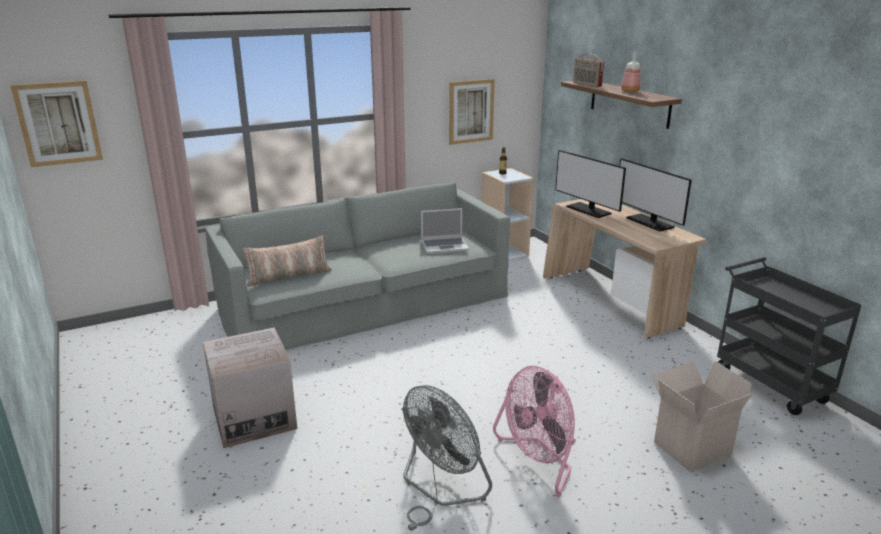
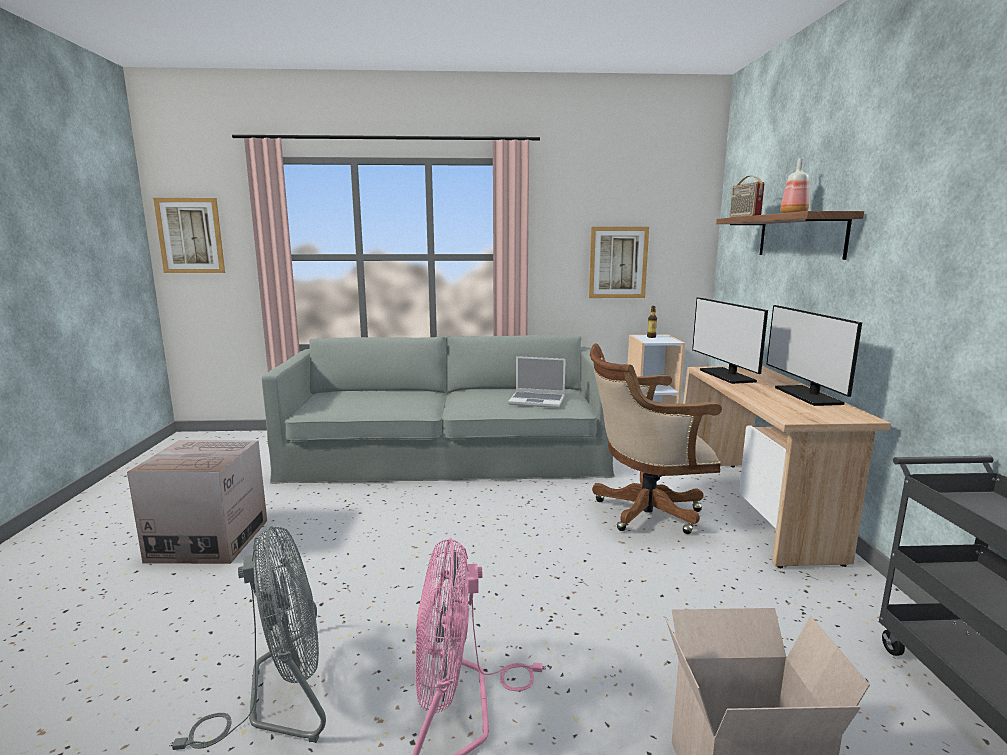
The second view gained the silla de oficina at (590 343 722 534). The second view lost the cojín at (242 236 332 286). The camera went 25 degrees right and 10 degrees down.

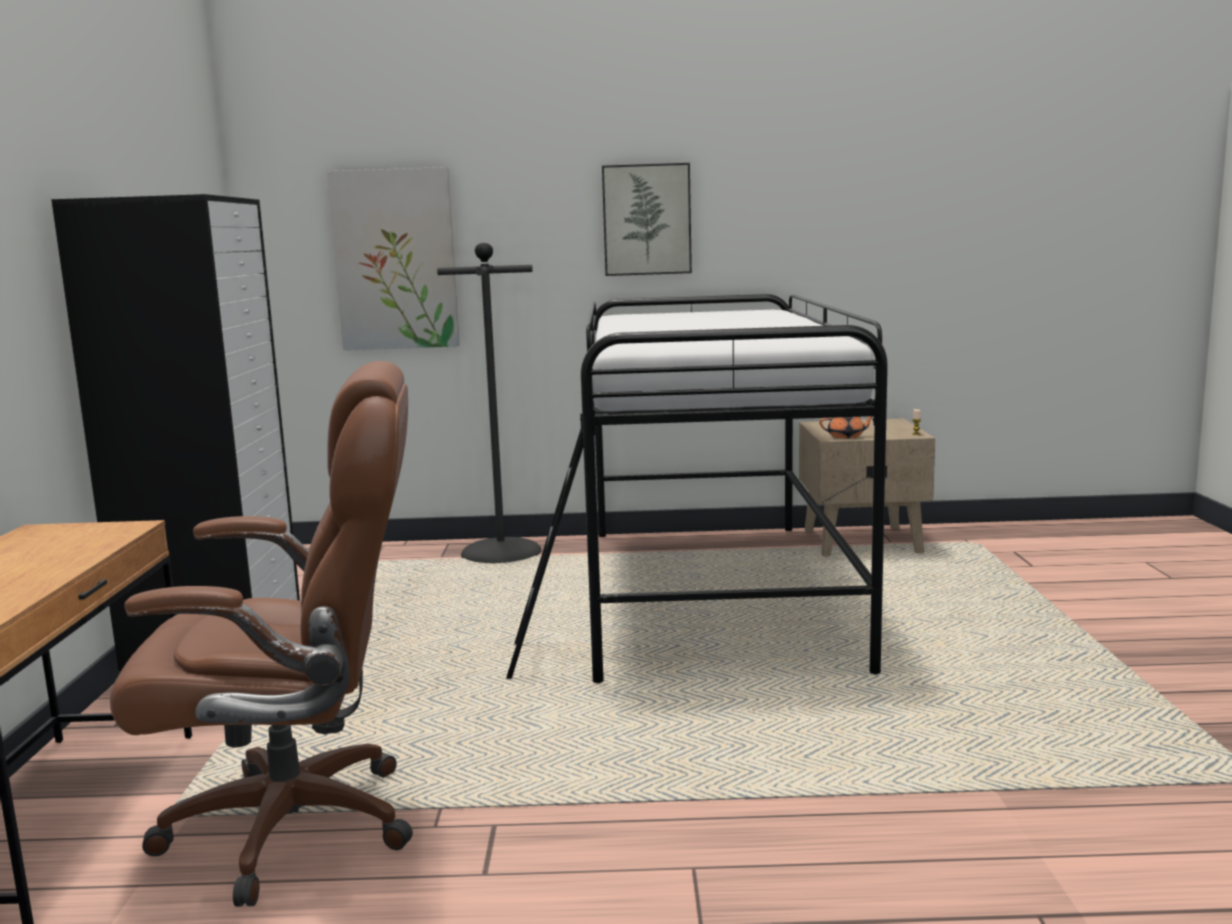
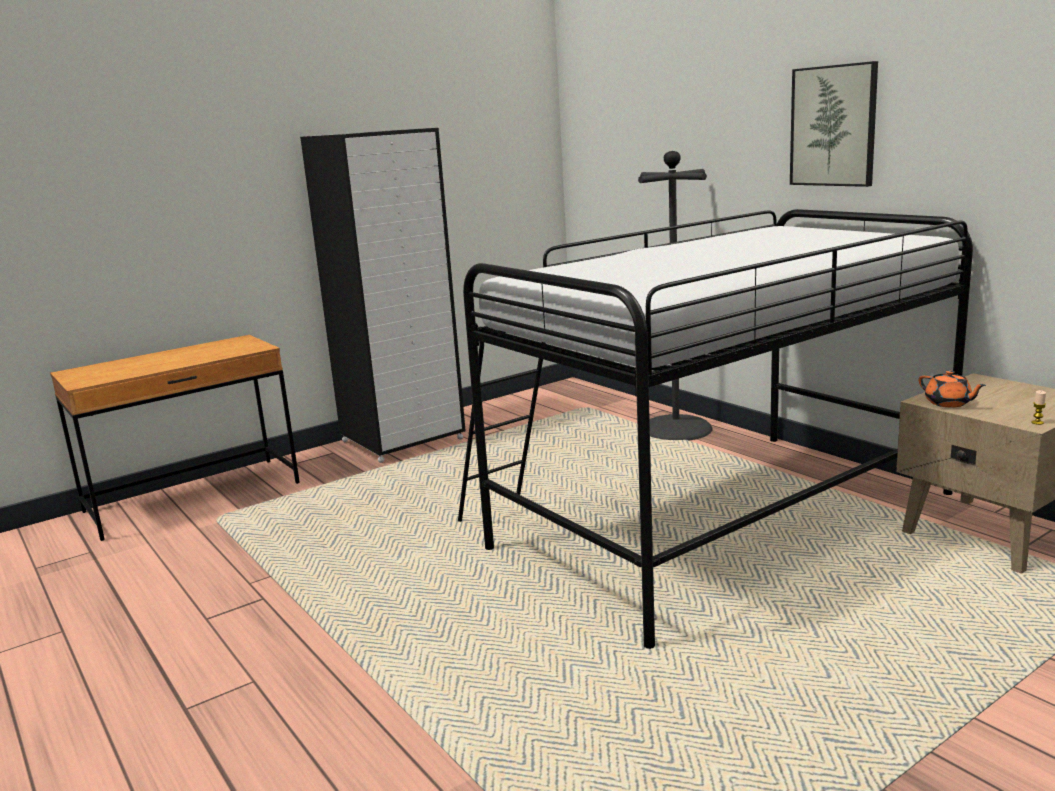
The second view lost the silla de oficina (marrón) at (110 361 413 907). The second view lost the cuadro at (327 167 460 350). The camera went 55 degrees right and 5 degrees up.

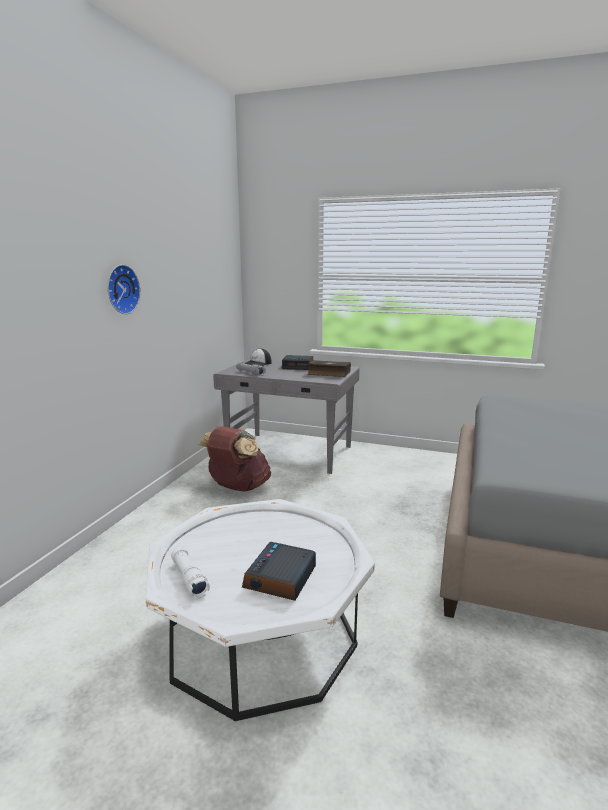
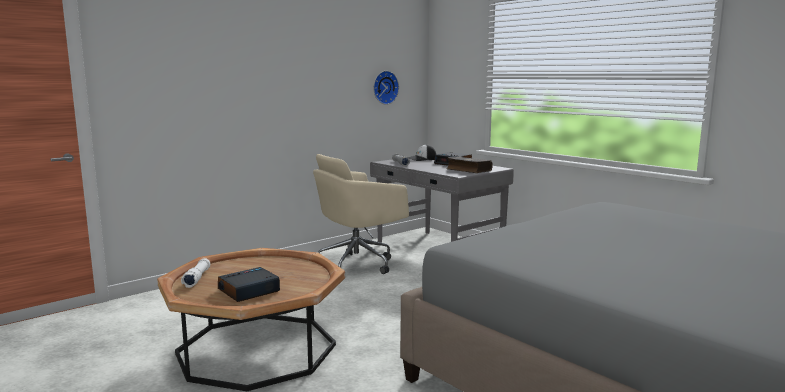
What was the mesa de centro (blanco) at (146 499 375 721) turned into the mesa de centro (marrón) at (157 248 345 391). Where the mochila (marrón) stood at (198 426 271 491), the silla de oficina (beis) came to stand at (313 154 409 274). The reloj de pared ended up elsewhere, having gone from (108 264 140 314) to (373 71 399 105). The camera went 30 degrees right and 5 degrees down.

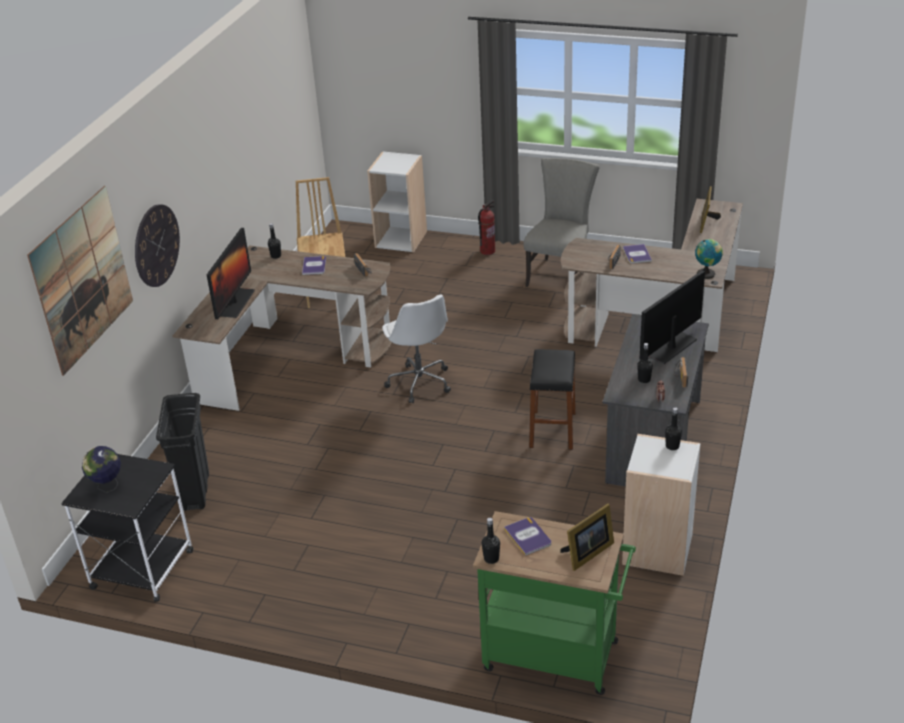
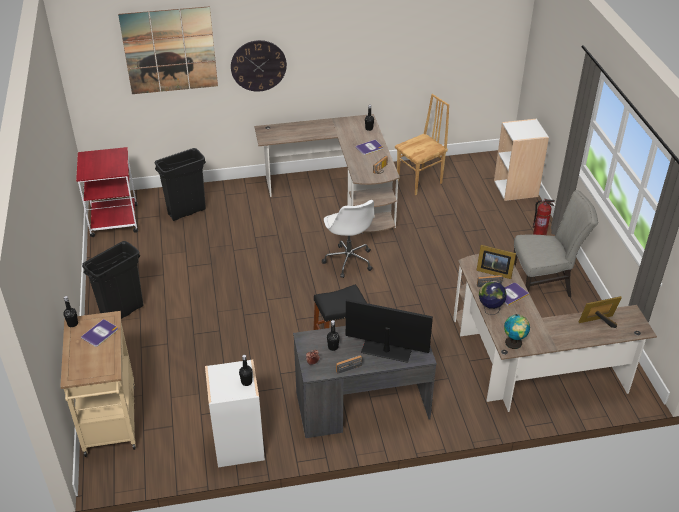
What was the carrito (verde) at (473 511 636 695) turned into the carrito (beis) at (60 311 136 457). What was the carrito (negro) at (61 454 193 602) turned into the carrito (rojo) at (76 147 138 237). The second view gained the papelera (negro) at (82 241 143 319). The silla de oficina (blanco) at (382 295 451 403) ended up facing another way, 60 degrees counterclockwise from before. The portarretratos ended up elsewhere, having gone from (560 504 614 571) to (476 245 516 279). The globo terráqueo ended up elsewhere, having gone from (82 446 121 493) to (479 281 507 315). The second view lost the monitor at (207 228 255 319). The camera went 60 degrees right and 5 degrees up.

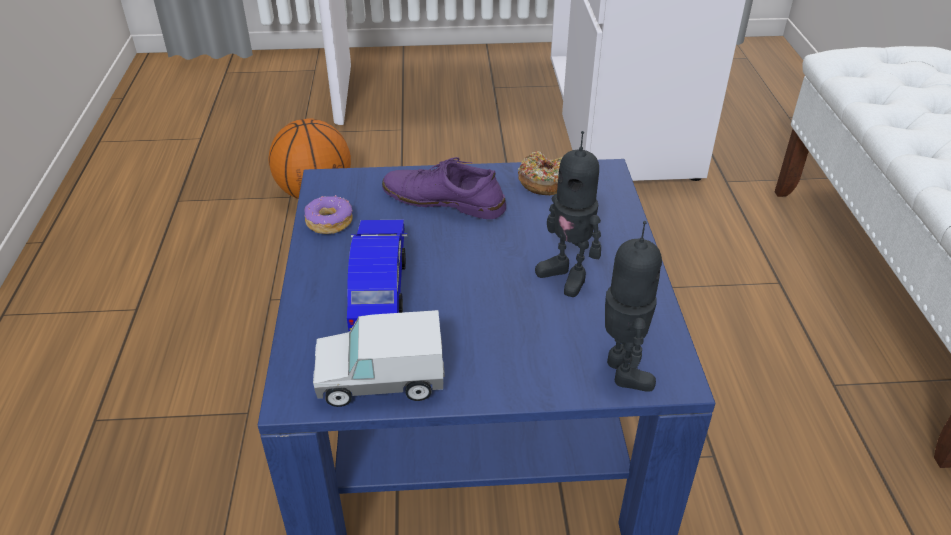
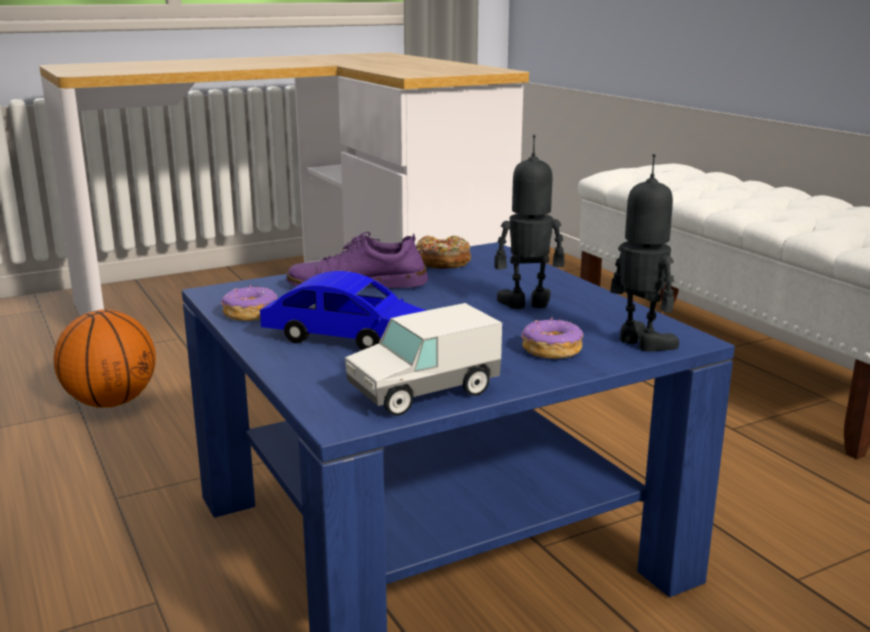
The coche de juguete (azul) at (347 220 408 331) ended up facing another way, 135 degrees clockwise from before. The robot de juguete at (535 131 601 297) ended up facing another way, 150 degrees clockwise from before. The second view gained the rosquilla at (521 317 584 359). The camera went 25 degrees left and 20 degrees down.

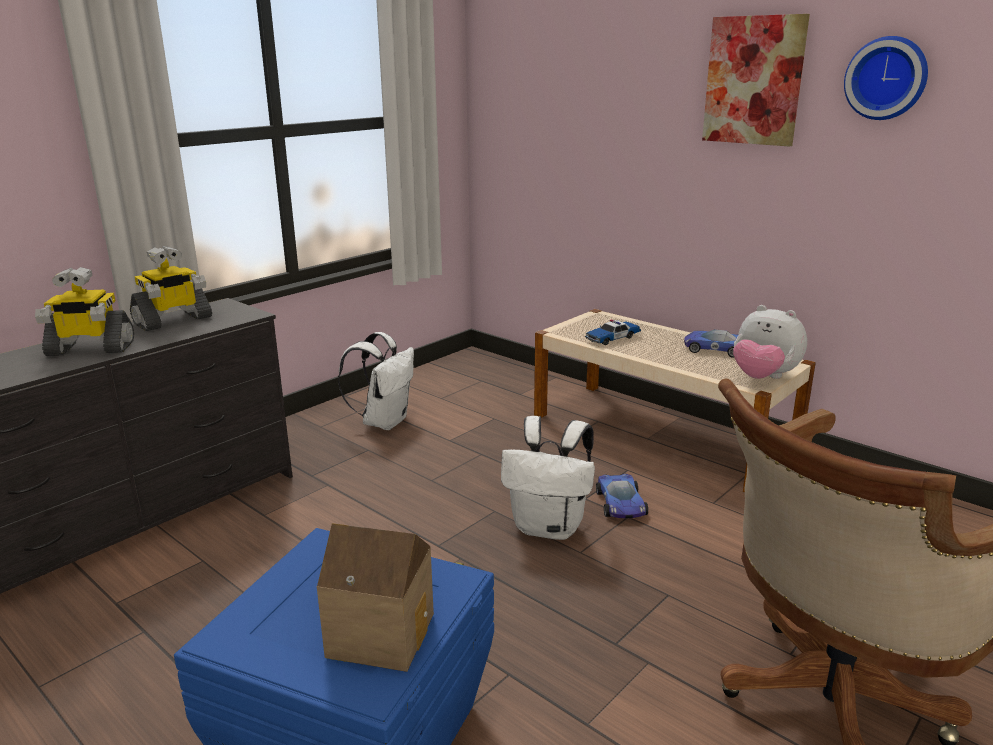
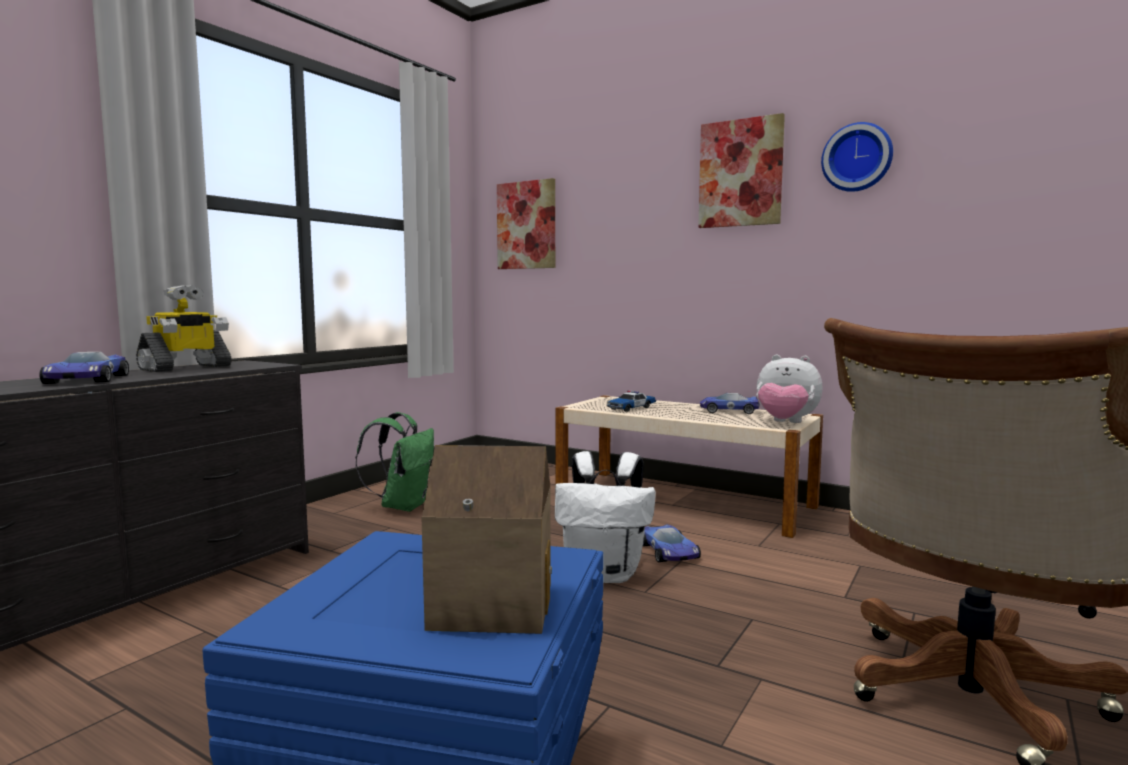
Where the robot de juguete stood at (35 267 134 356), the coche de juguete came to stand at (39 352 129 384). What was the mochila (blanco) at (338 332 414 430) turned into the mochila (verde) at (356 412 434 512). The second view gained the cuadro at (497 178 555 269). The camera went 10 degrees left and 15 degrees down.

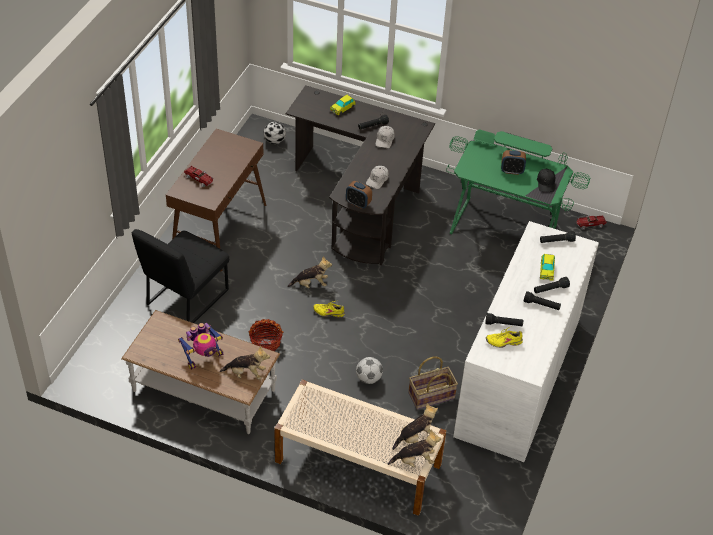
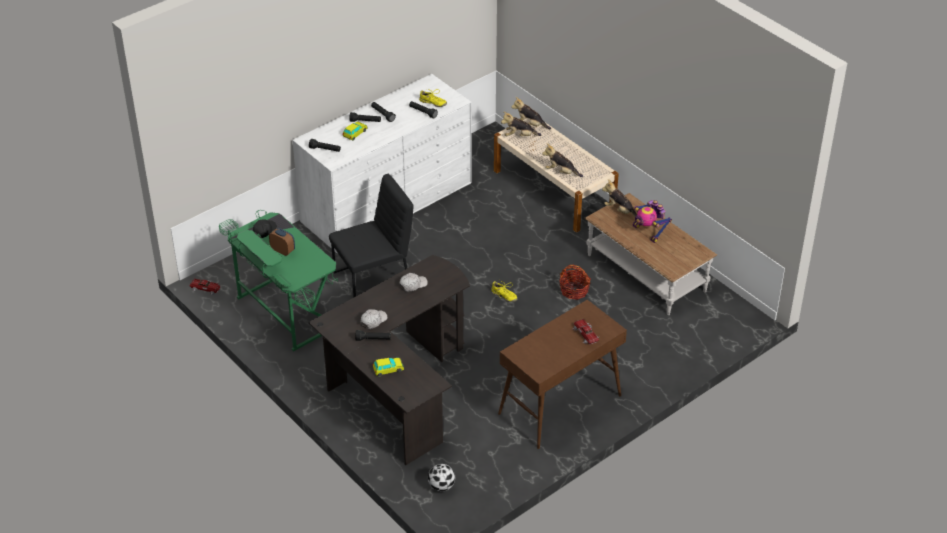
The silla (negro) ended up elsewhere, having gone from (132 229 229 323) to (329 173 414 298). The peluche ended up elsewhere, having gone from (288 256 332 288) to (542 143 583 177). The robot de juguete at (178 323 223 370) ended up facing another way, 120 degrees counterclockwise from before. The second view lost the despertador at (346 181 372 209). The second view lost the balón de fútbol at (356 357 383 384). The second view lost the cesta at (408 356 458 410). The camera went 150 degrees left and 5 degrees down.

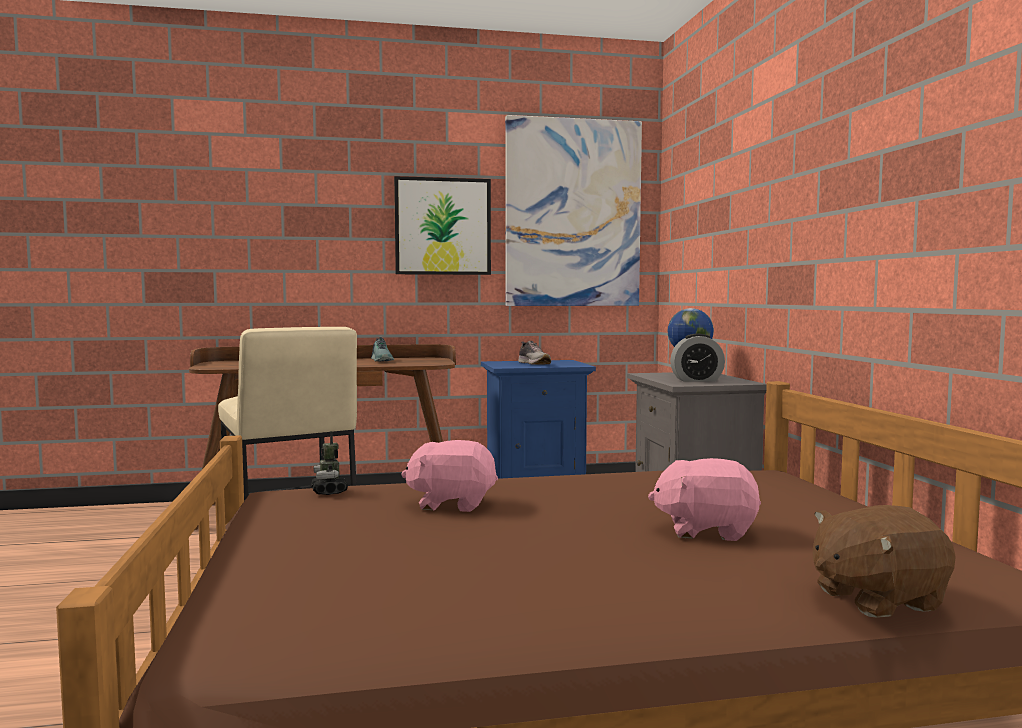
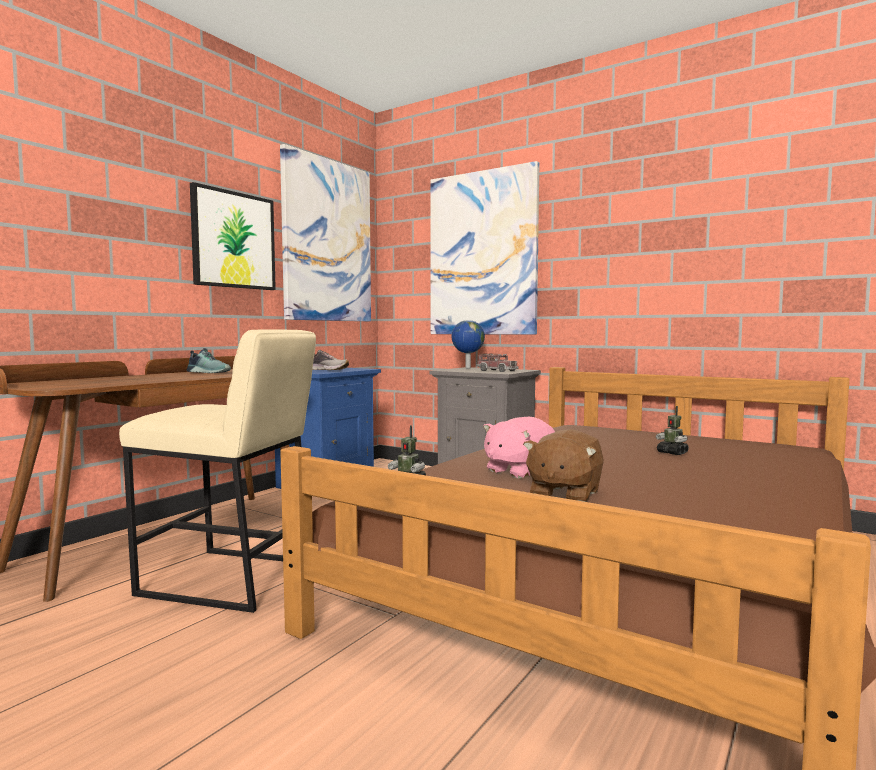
The second view gained the cuadro at (430 161 539 335). Where the despertador stood at (670 333 725 382), the camión de juguete came to stand at (476 354 519 372). The peluche (marrón) ended up elsewhere, having gone from (813 505 956 618) to (523 429 604 502). Where the peluche (rosa) stood at (648 458 761 541), the robot de juguete came to stand at (656 406 689 455). The camera went 45 degrees left and 0 degrees up.

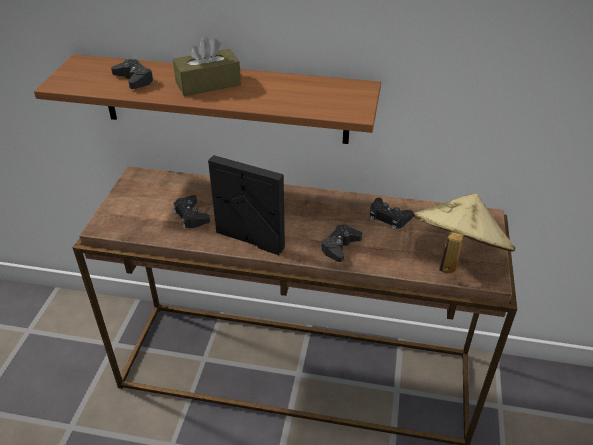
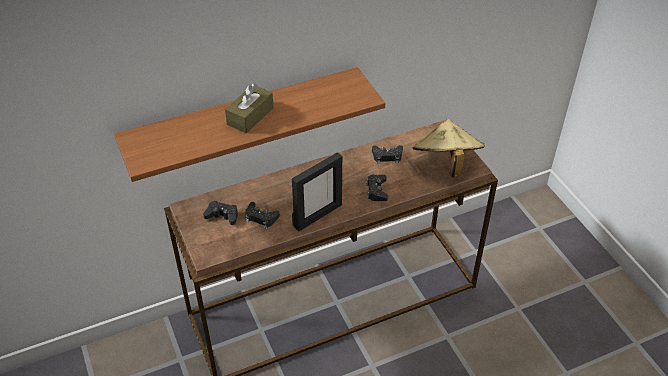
The mando de consola (negro) ended up elsewhere, having gone from (111 59 154 89) to (203 201 238 225). The portarretratos at (208 155 285 255) ended up facing another way, 150 degrees clockwise from before. The camera went 35 degrees left and 5 degrees up.

